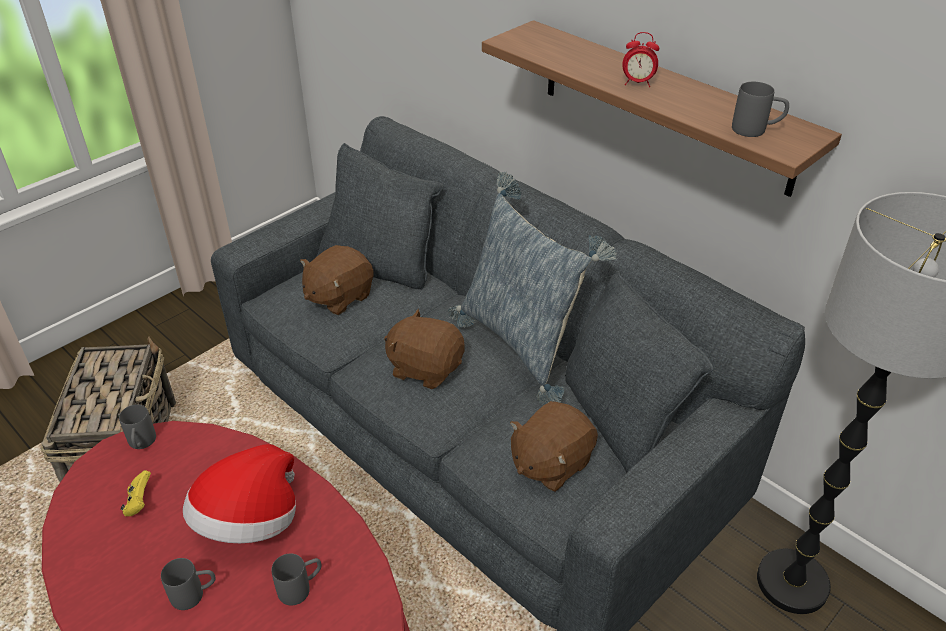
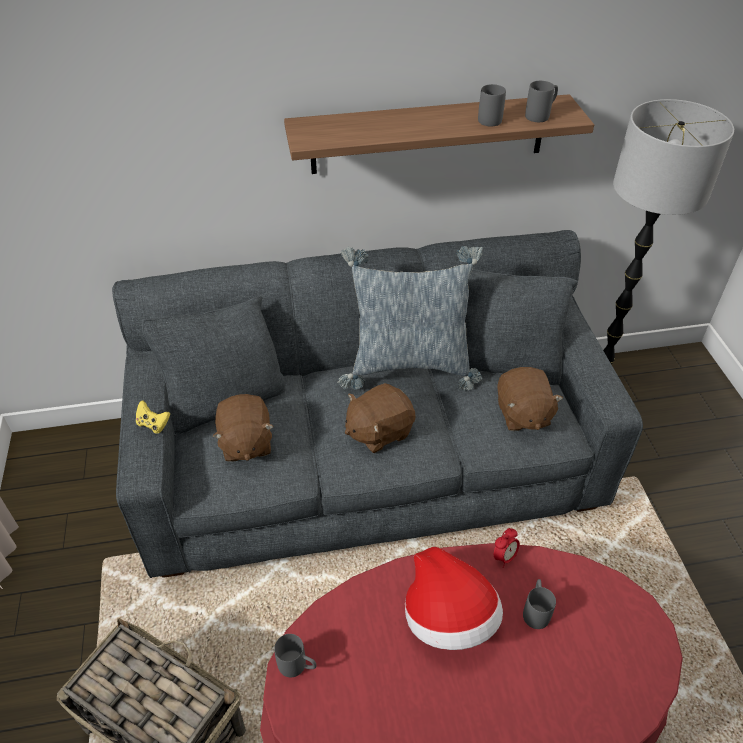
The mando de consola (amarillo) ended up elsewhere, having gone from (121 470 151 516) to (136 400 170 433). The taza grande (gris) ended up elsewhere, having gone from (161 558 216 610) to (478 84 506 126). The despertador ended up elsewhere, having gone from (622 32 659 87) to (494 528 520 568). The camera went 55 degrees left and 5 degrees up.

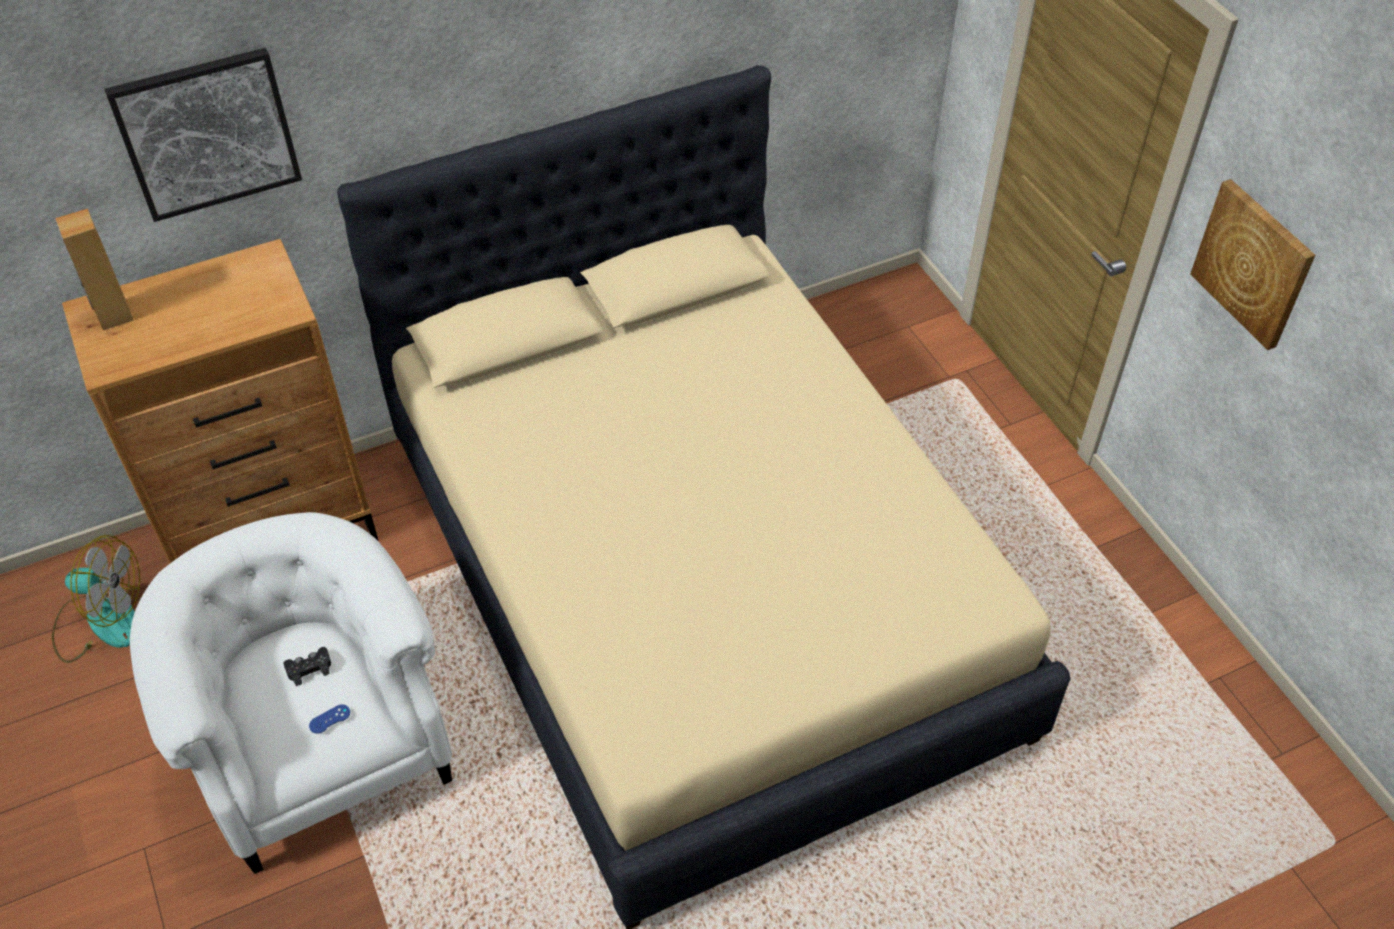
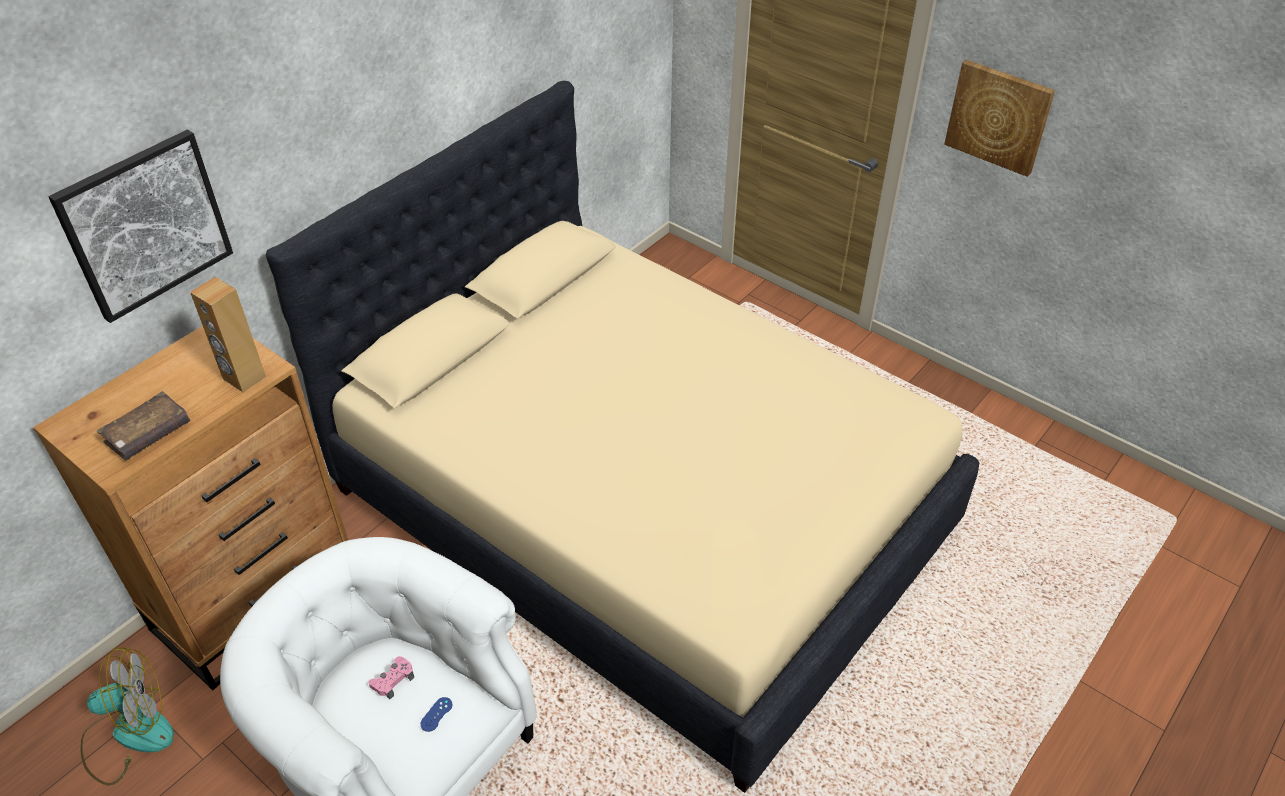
The second view gained the libro (marrón) at (97 391 190 460). The altavoz (marrón) ended up elsewhere, having gone from (55 209 134 330) to (190 277 266 392). What was the mando de consola (negro) at (283 647 331 686) turned into the mando de consola (rosa) at (369 656 414 699). The camera went 25 degrees left and 5 degrees down.

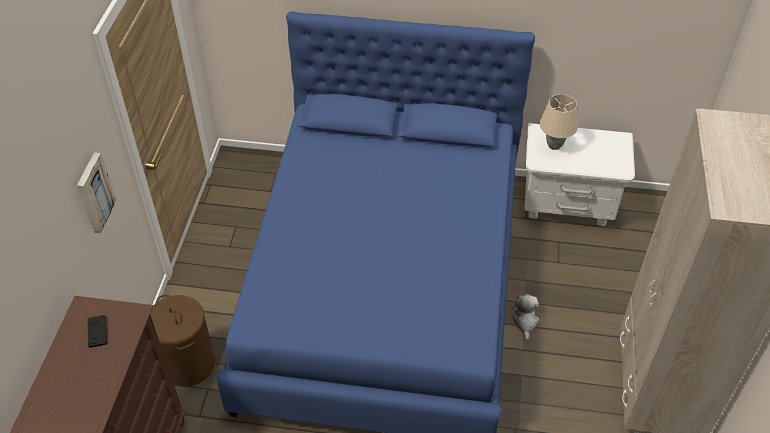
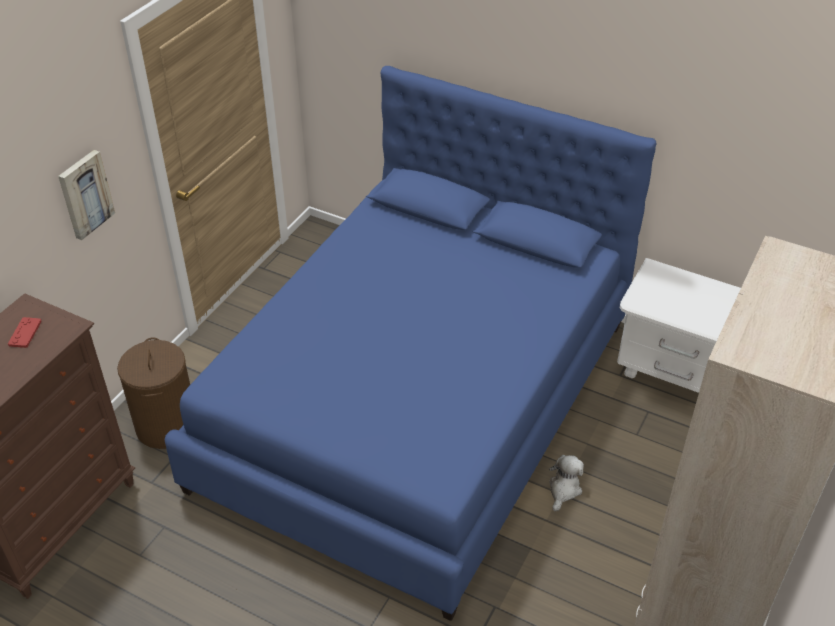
What was the mando de consola (negro) at (88 315 107 348) turned into the mando de consola (rojo) at (8 317 42 348). The second view lost the lámpara de mesa (beis) at (539 94 578 150). The camera went 20 degrees right and 5 degrees down.

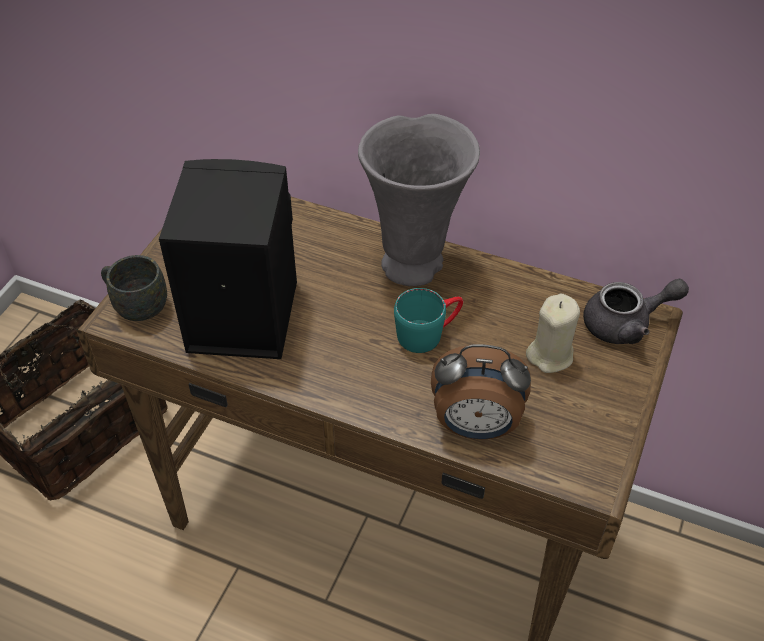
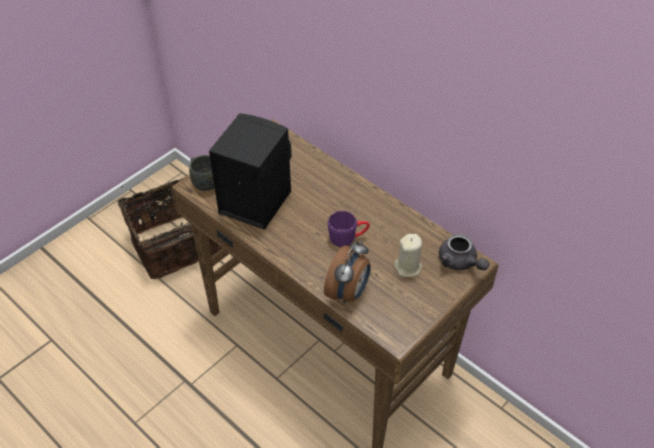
The despertador at (431 344 531 439) ended up facing another way, 90 degrees counterclockwise from before. What was the taza grande (turquesa) at (394 288 463 353) turned into the taza grande (morado) at (328 210 370 247). The tetera (gris) at (583 279 689 344) ended up facing another way, 45 degrees clockwise from before. The second view lost the florero (gris) at (358 114 480 286). The camera went 20 degrees right and 0 degrees up.

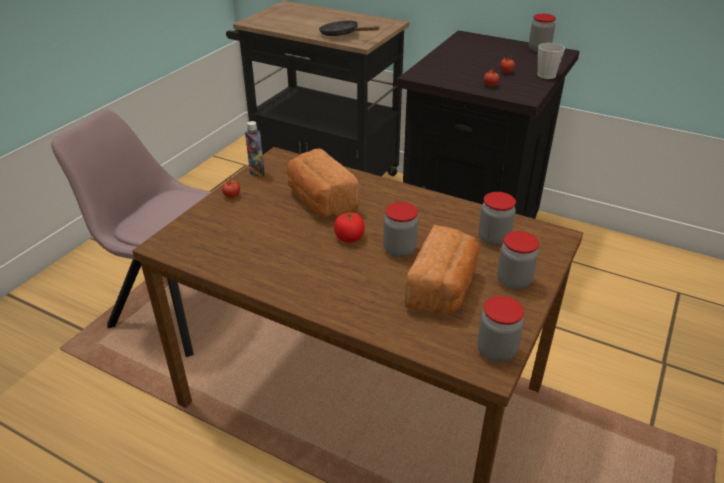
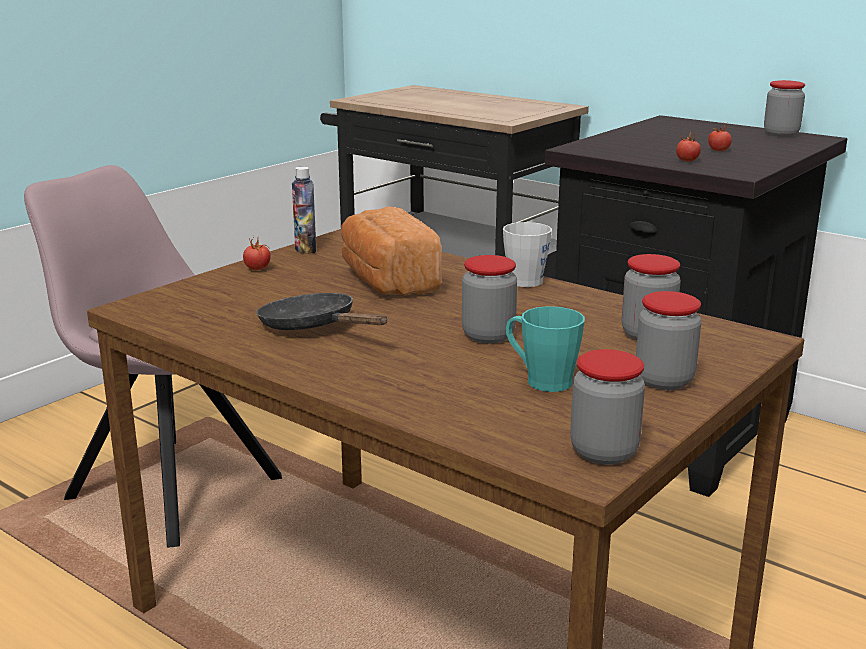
The sartén (negro) ended up elsewhere, having gone from (319 20 380 36) to (256 293 388 330). The taza grande (gris) ended up elsewhere, having gone from (537 43 565 79) to (503 222 552 287). Where the pan stood at (405 225 479 315), the taza grande (turquesa) came to stand at (506 306 585 392). The second view lost the tomate at (334 212 365 242). The camera went 10 degrees right and 15 degrees down.

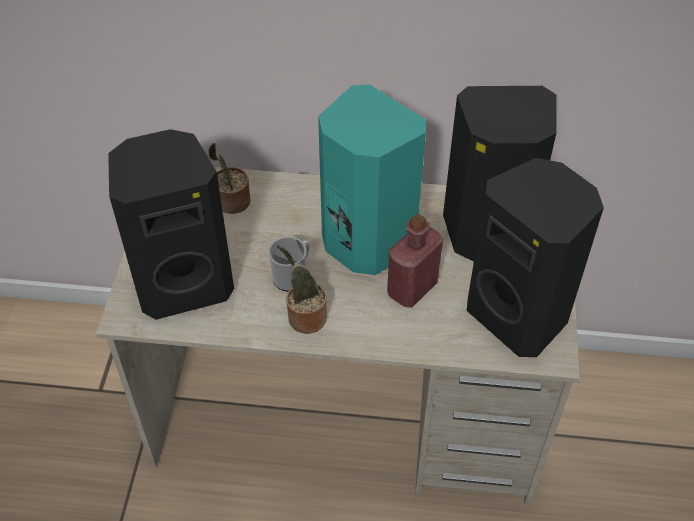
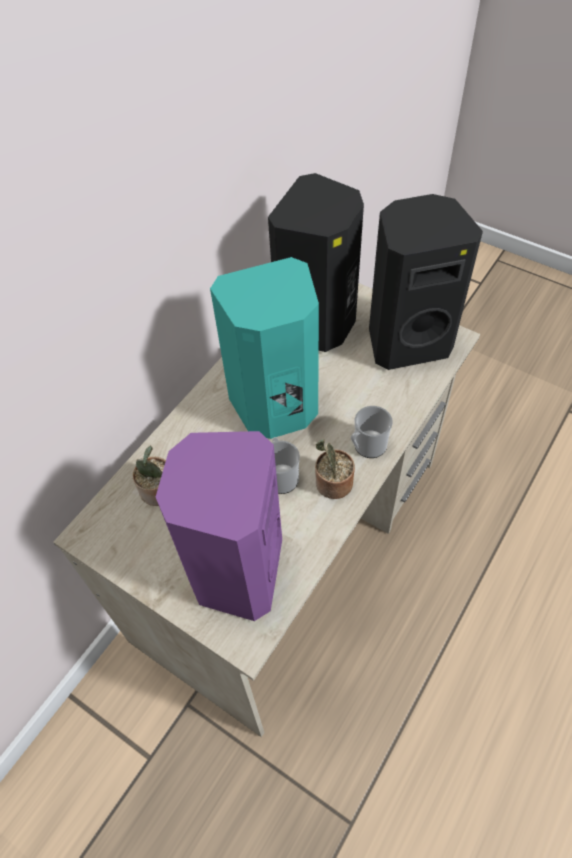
What was the altavoz (negro) at (108 129 234 320) turned into the altavoz (morado) at (156 431 282 621). The second view gained the taza grande at (351 406 393 458). The second view lost the botella (rojo) at (387 214 443 308). The camera went 60 degrees left and 5 degrees up.

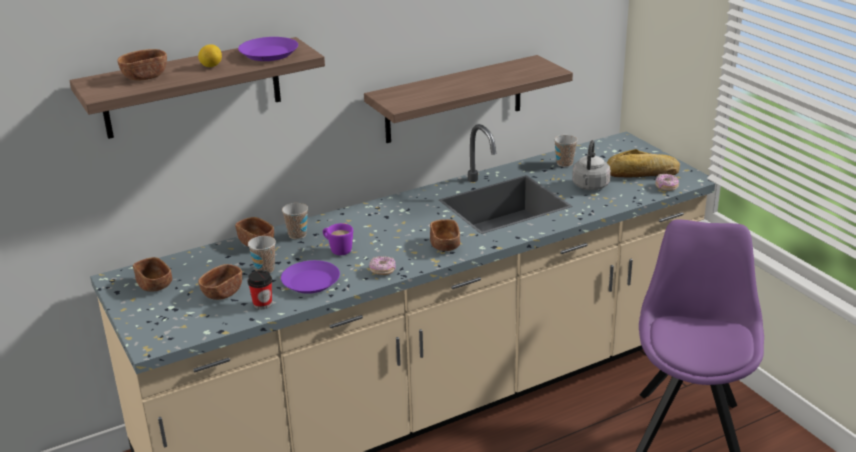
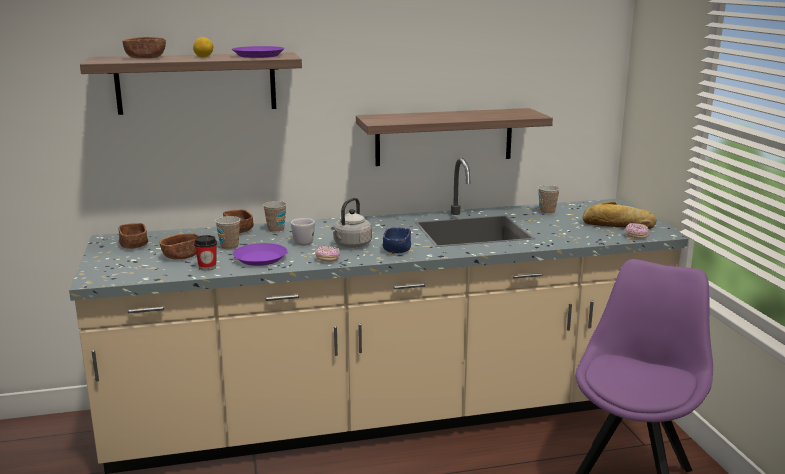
What was the taza grande (morado) at (323 223 353 255) turned into the taza grande (blanco) at (291 218 315 246). The hervidor (gris) ended up elsewhere, having gone from (572 140 611 190) to (331 197 372 248). What was the cuenco (marrón) at (430 219 460 251) turned into the cuenco (azul) at (383 227 411 253). The camera went 15 degrees right and 10 degrees down.

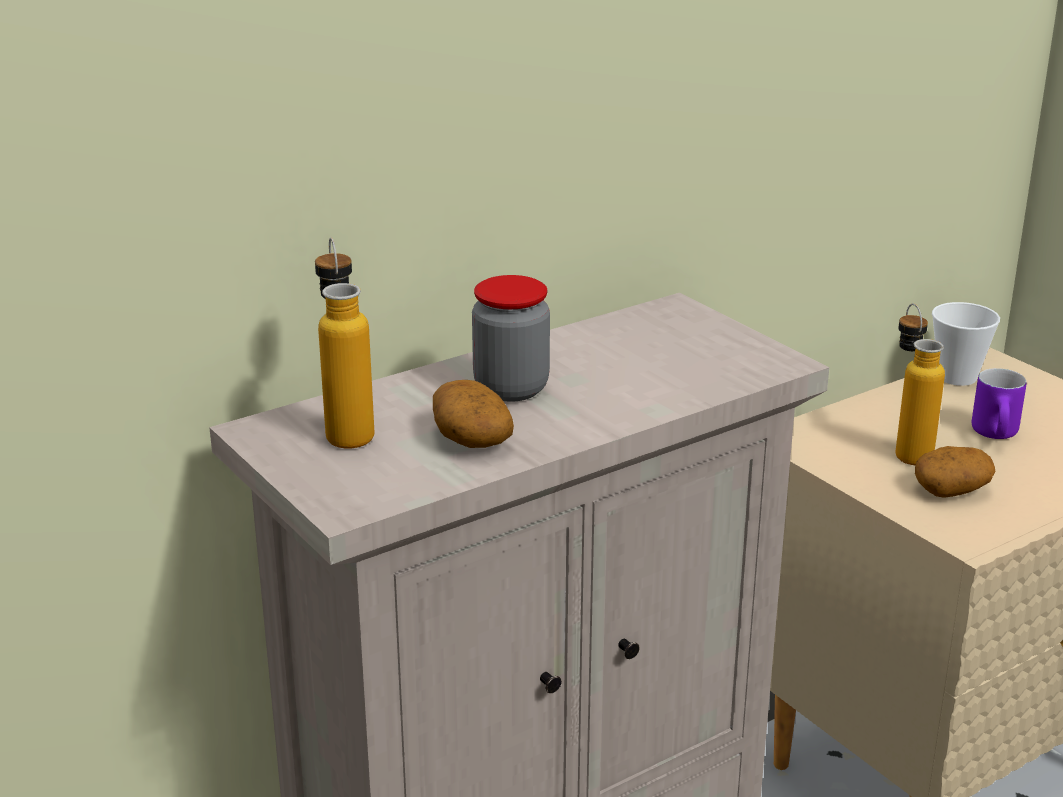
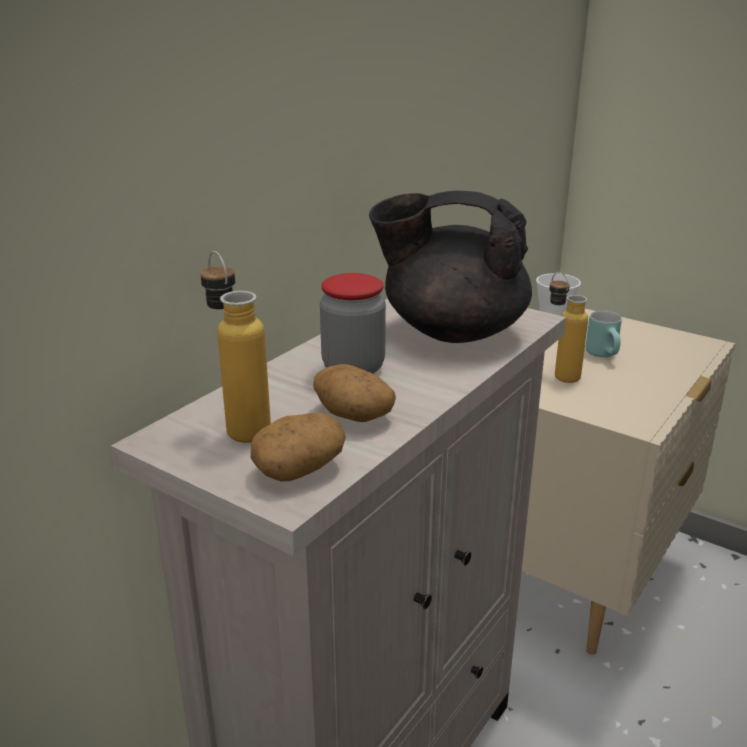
The patata ended up elsewhere, having gone from (915 446 996 498) to (251 413 346 482). The second view gained the tetera (negro) at (369 190 532 343). What was the taza grande (morado) at (972 368 1026 439) turned into the taza grande (turquesa) at (586 311 622 357). The camera went 20 degrees left and 0 degrees up.

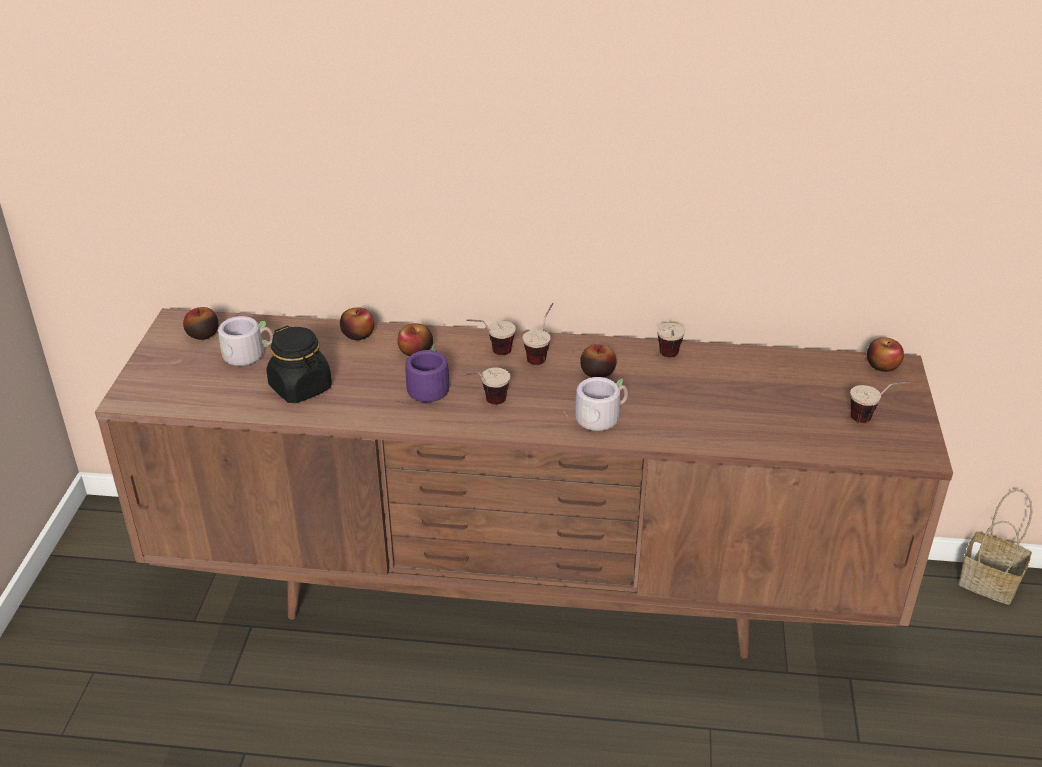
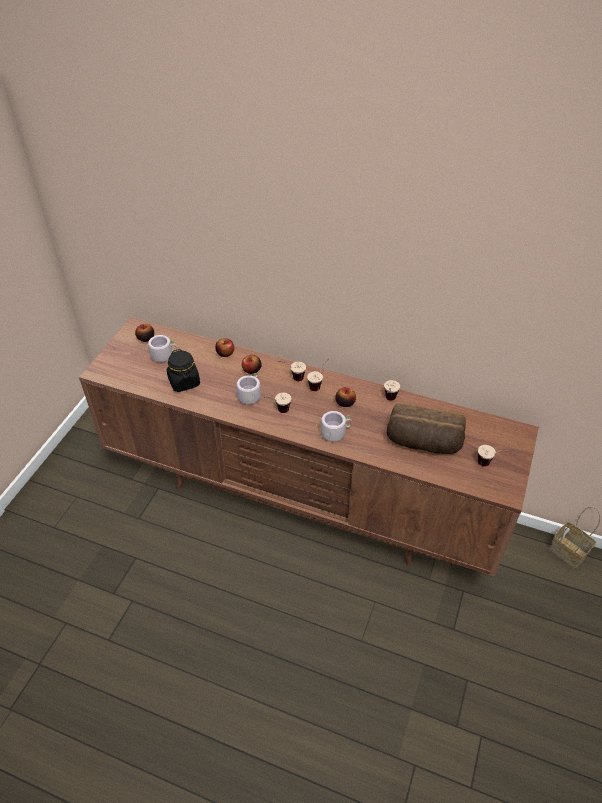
What was the taza grande (morado) at (397 344 449 403) turned into the taza grande (gris) at (230 373 261 405). The second view gained the pan at (387 403 466 454). The second view lost the manzana at (867 337 904 372). The camera went 15 degrees right and 10 degrees up.

